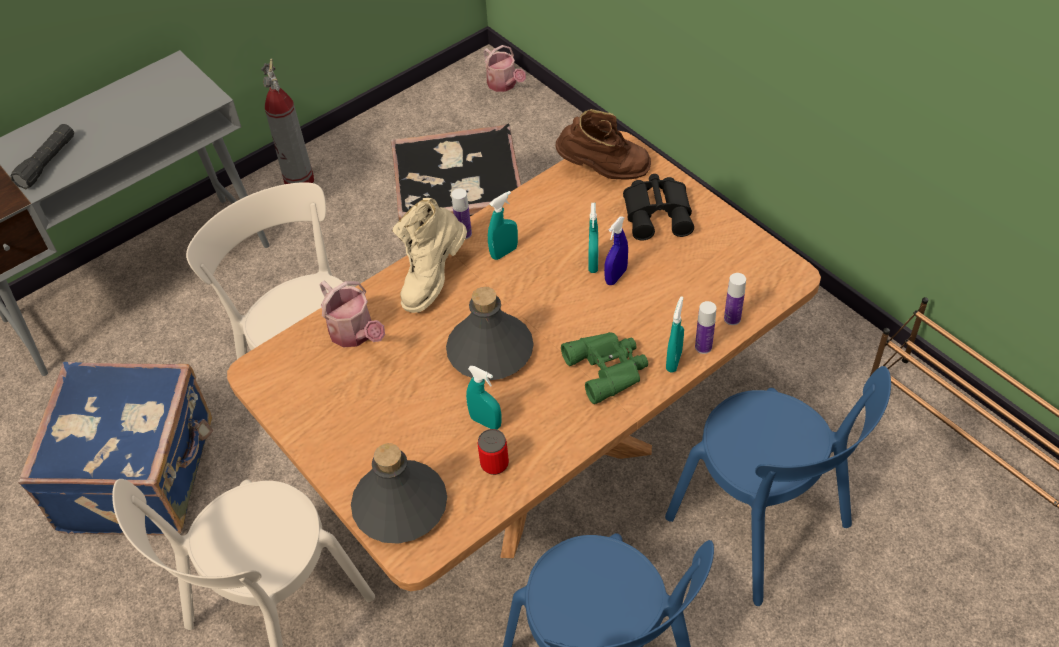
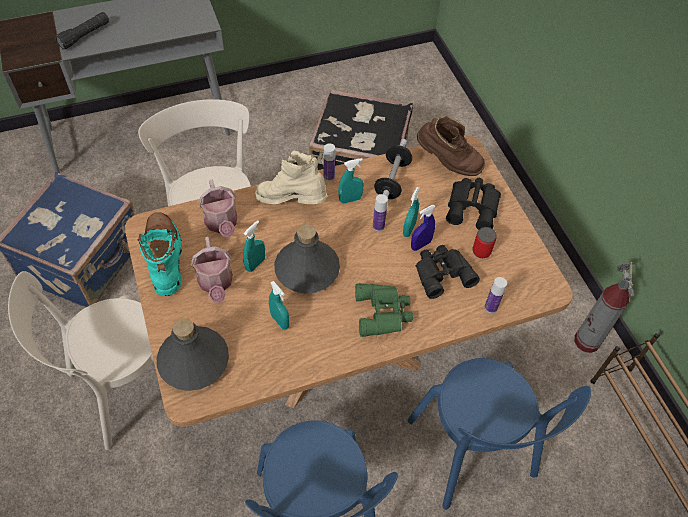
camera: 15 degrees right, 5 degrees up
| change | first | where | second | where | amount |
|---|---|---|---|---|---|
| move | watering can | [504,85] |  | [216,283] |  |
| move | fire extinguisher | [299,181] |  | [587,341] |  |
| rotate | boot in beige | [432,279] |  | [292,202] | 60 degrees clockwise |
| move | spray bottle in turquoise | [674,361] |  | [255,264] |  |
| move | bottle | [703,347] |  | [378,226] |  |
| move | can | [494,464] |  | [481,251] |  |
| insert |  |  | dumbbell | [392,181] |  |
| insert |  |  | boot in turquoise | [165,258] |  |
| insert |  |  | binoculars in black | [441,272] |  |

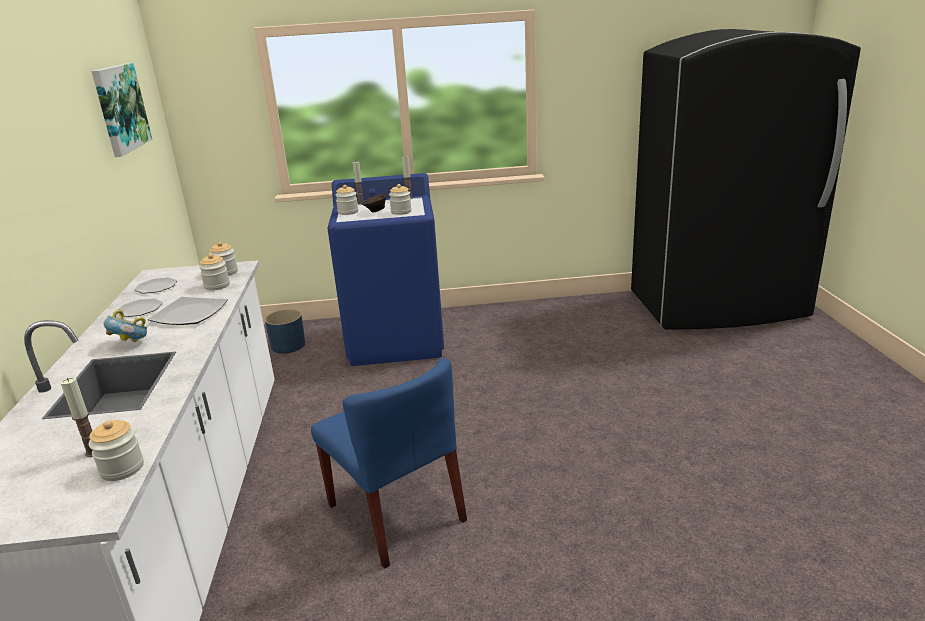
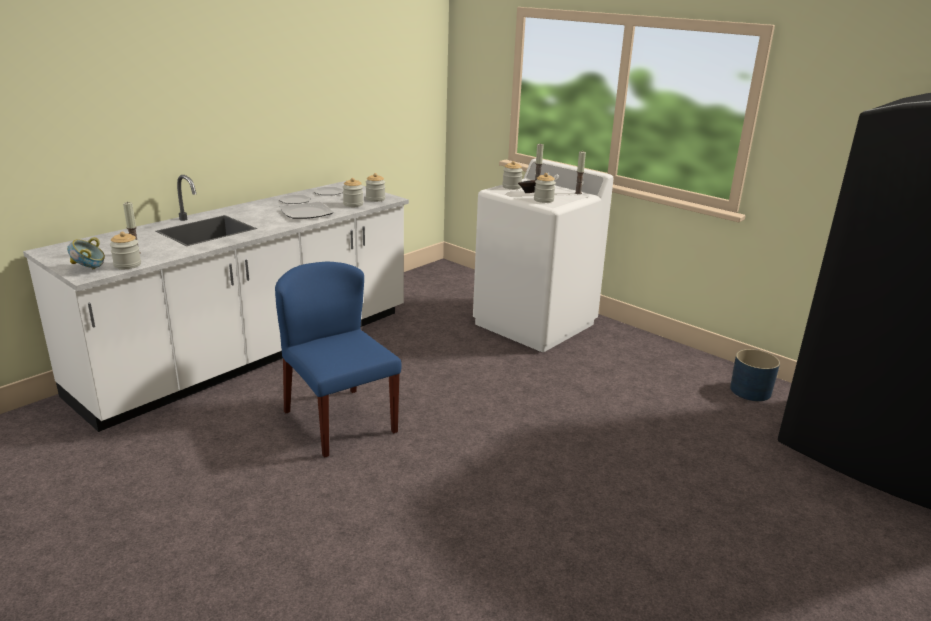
camera: 45 degrees right, 0 degrees up
| change | first | where | second | where | amount |
|---|---|---|---|---|---|
| delete | picture | [120,108] |  |  |  |
| recolor | washing machine in blue | [396,340] | washing machine in white | [535,324] |  |
| move | bowl | [131,343] |  | [89,269] |  |
| move | planter in blue | [288,345] |  | [750,391] |  |
| rotate | chair in blue | [396,513] |  | [339,421] | 135 degrees clockwise |

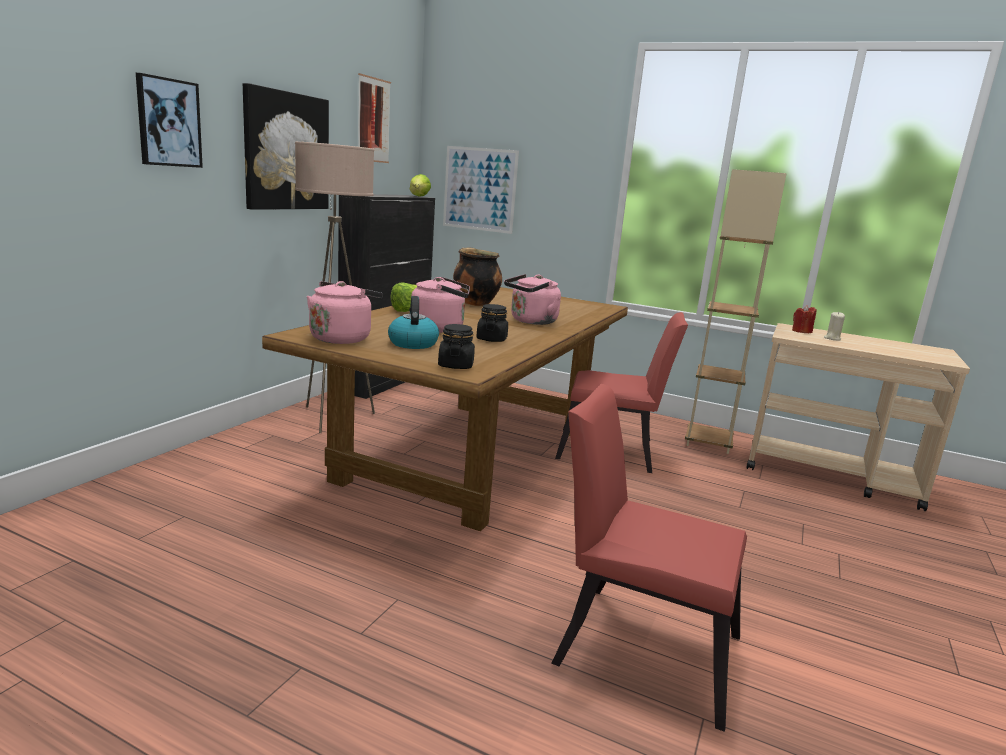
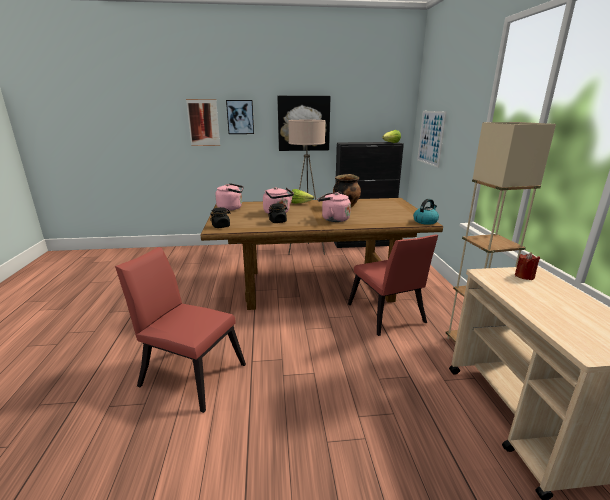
camera: 60 degrees right, 5 degrees up
| change | first | where | second | where | amount |
|---|---|---|---|---|---|
| move | picture | [373,120] |  | [203,123] |  |
| move | kettle | [412,343] |  | [425,221] |  |
| delete | candle in beige | [832,338] |  |  |  |
| rotate | chair in red | [637,644] |  | [189,372] | 60 degrees counterclockwise |

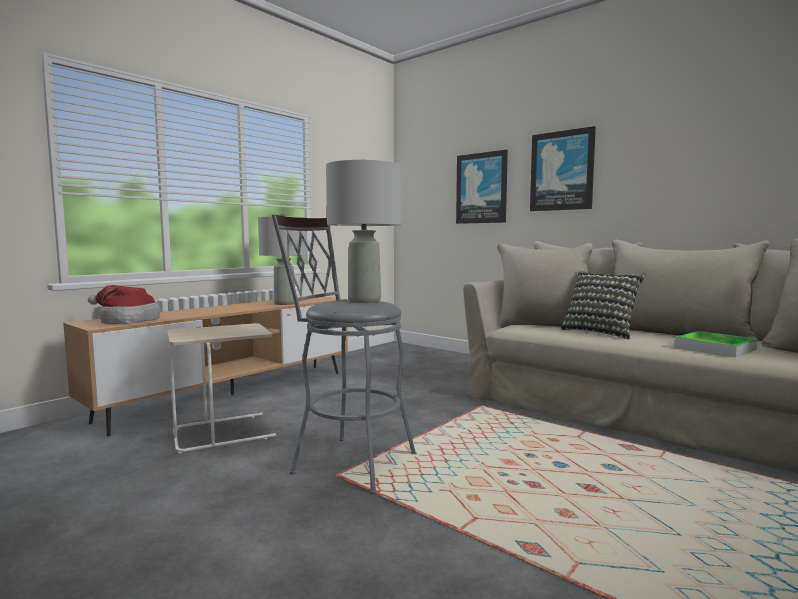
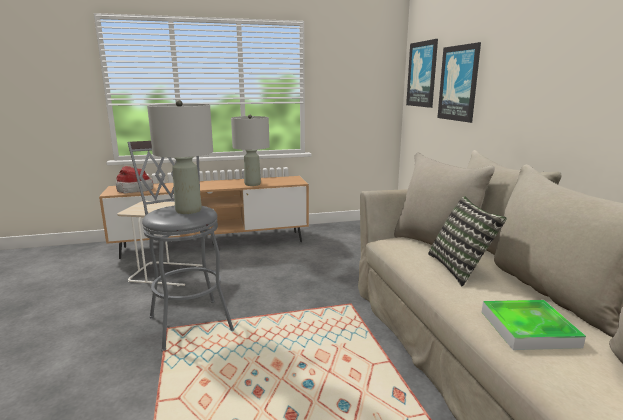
camera: 35 degrees right, 10 degrees up
| change | first | where | second | where | amount |
|---|---|---|---|---|---|
| move | picture | [562,171] |  | [422,74] |  |

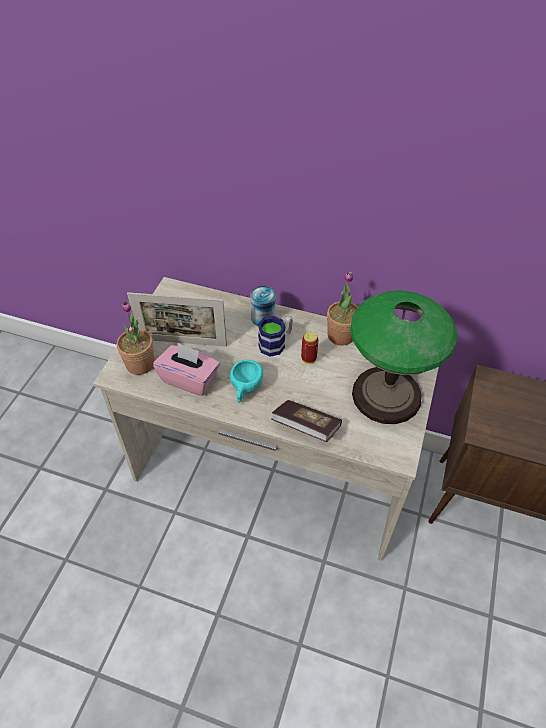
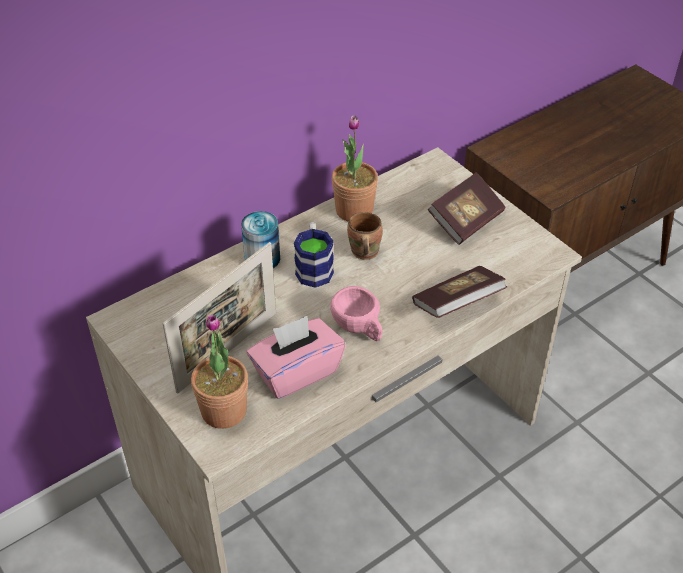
camera: 55 degrees left, 5 degrees down
| change | first | where | second | where | amount |
|---|---|---|---|---|---|
| replace | table lamp | [386,394] | book | [466,221] |  |
| replace | can | [308,359] | mug in brown | [363,253] |  |
| recolor | cup in turquoise | [245,389] | cup in pink | [359,328] |  |

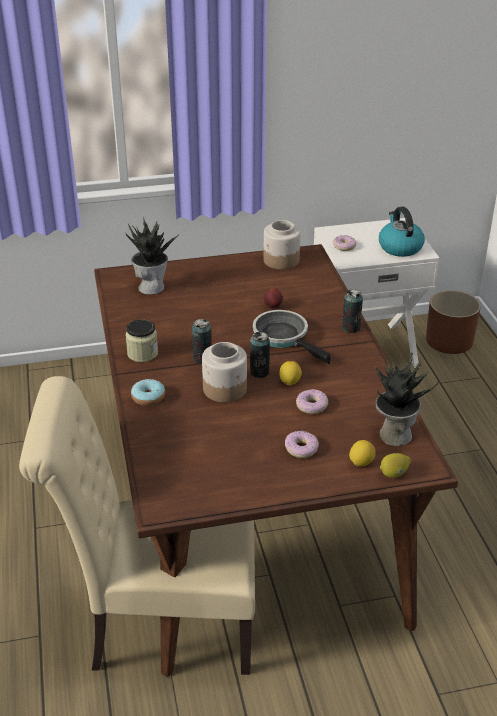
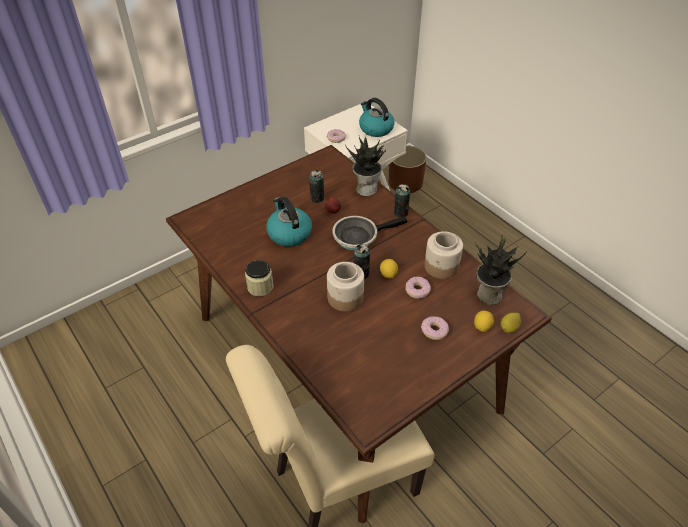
camera: 25 degrees left, 10 degrees up
| change | first | where | second | where | amount |
|---|---|---|---|---|---|
| move | potted plant | [152,287] |  | [366,188] |  |
| move | jar | [281,261] |  | [441,267] |  |
| rotate | frying pan | [284,337] |  | [358,236] | 45 degrees counterclockwise |
| move | can | [202,359] |  | [317,198] |  |
| delete | donut | [148,397] |  |  |  |
| insert |  |  | kettle | [289,233] |  |

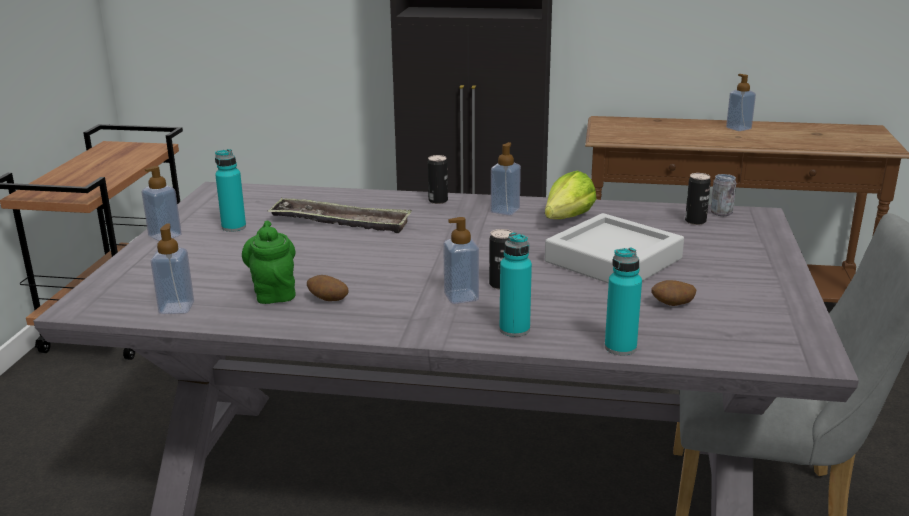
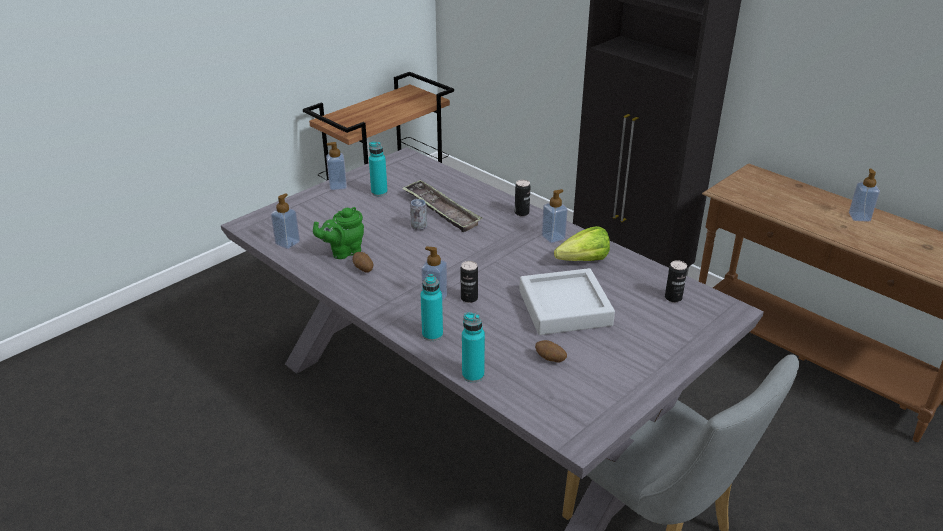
camera: 35 degrees right, 10 degrees up
| change | first | where | second | where | amount |
|---|---|---|---|---|---|
| move | can | [721,213] |  | [419,227] |  |
| rotate | teapot in green | [273,292] |  | [343,252] | 135 degrees counterclockwise |

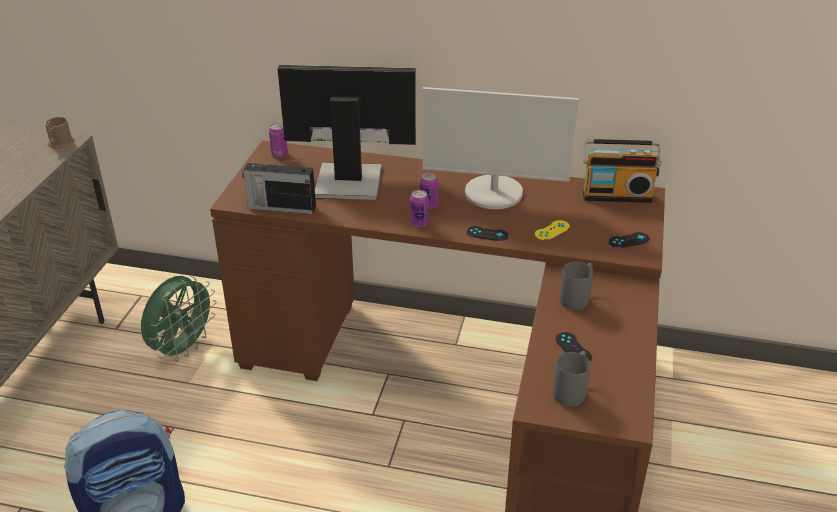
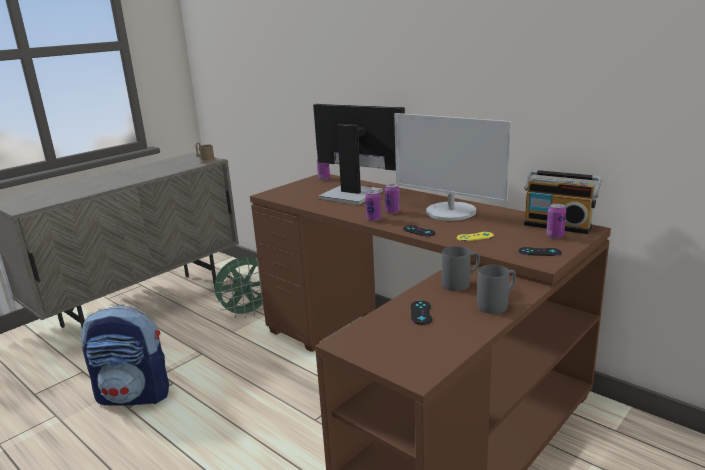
camera: 30 degrees right, 15 degrees down
| change | first | where | second | where | amount |
|---|---|---|---|---|---|
| delete | radio | [280,207] |  |  |  |
| move | mug in grey | [572,390] |  | [497,304] |  |
| insert |  |  | can | [555,236] |  |

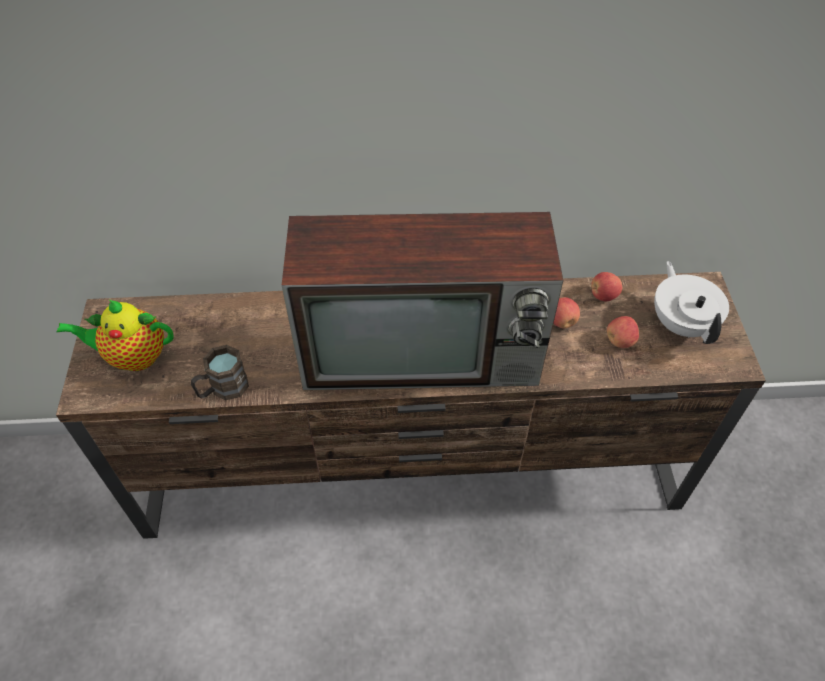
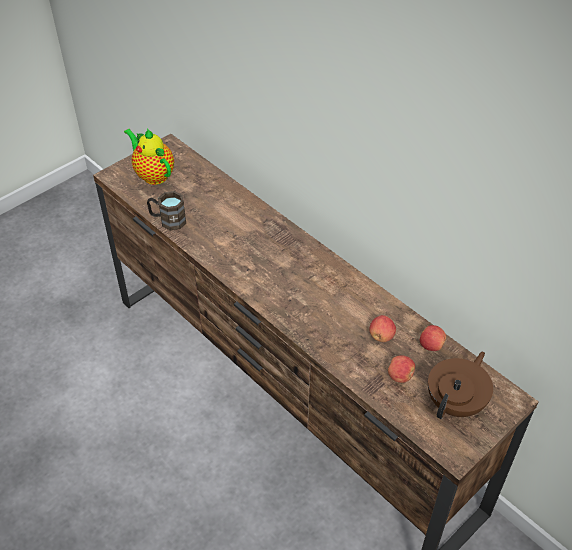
camera: 50 degrees right, 5 degrees down
| change | first | where | second | where | amount |
|---|---|---|---|---|---|
| delete | television | [424,353] |  |  |  |
| recolor | teapot in white | [681,323] | teapot in brown | [456,402] |  |

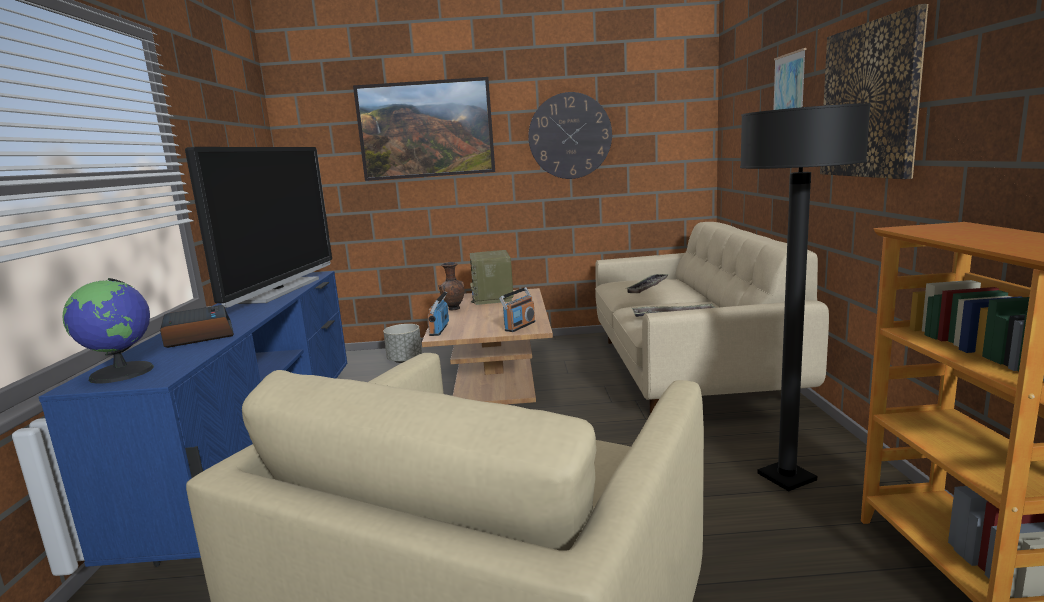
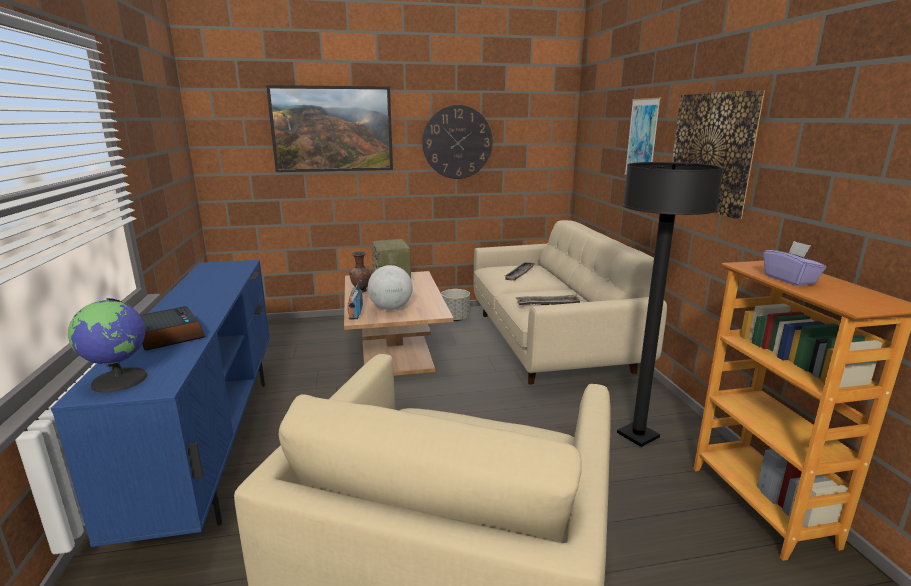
camera: 10 degrees left, 5 degrees up
| change | first | where | second | where | amount |
|---|---|---|---|---|---|
| delete | television | [279,290] |  |  |  |
| delete | radio | [519,326] |  |  |  |
| move | planter in grey | [405,360] |  | [455,318] |  |
| insert |  |  | tissue box in purple | [790,280] |  |
| insert |  |  | globe | [391,308] |  |

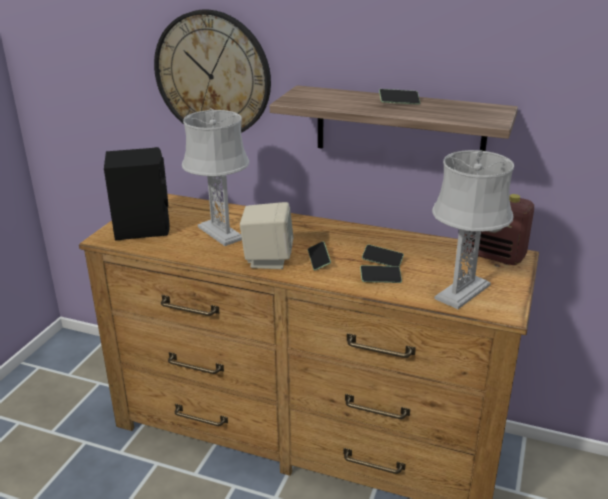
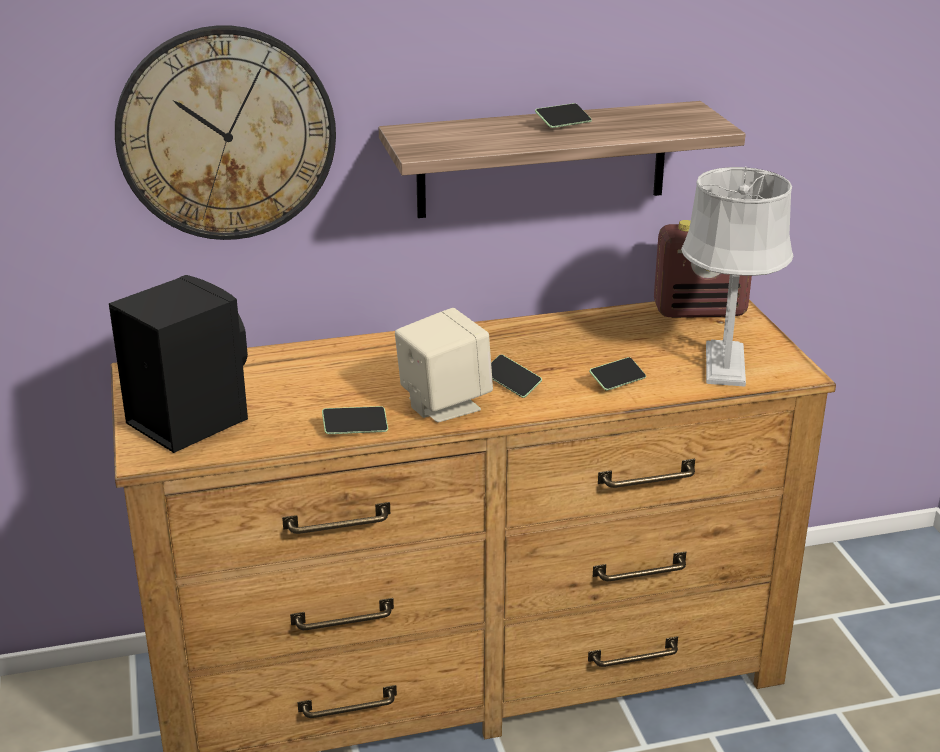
camera: 35 degrees left, 0 degrees up
| change | first | where | second | where | amount |
|---|---|---|---|---|---|
| delete | table lamp in grey | [221,233] |  |  |  |
| move | phone | [382,261] |  | [355,428] |  |

